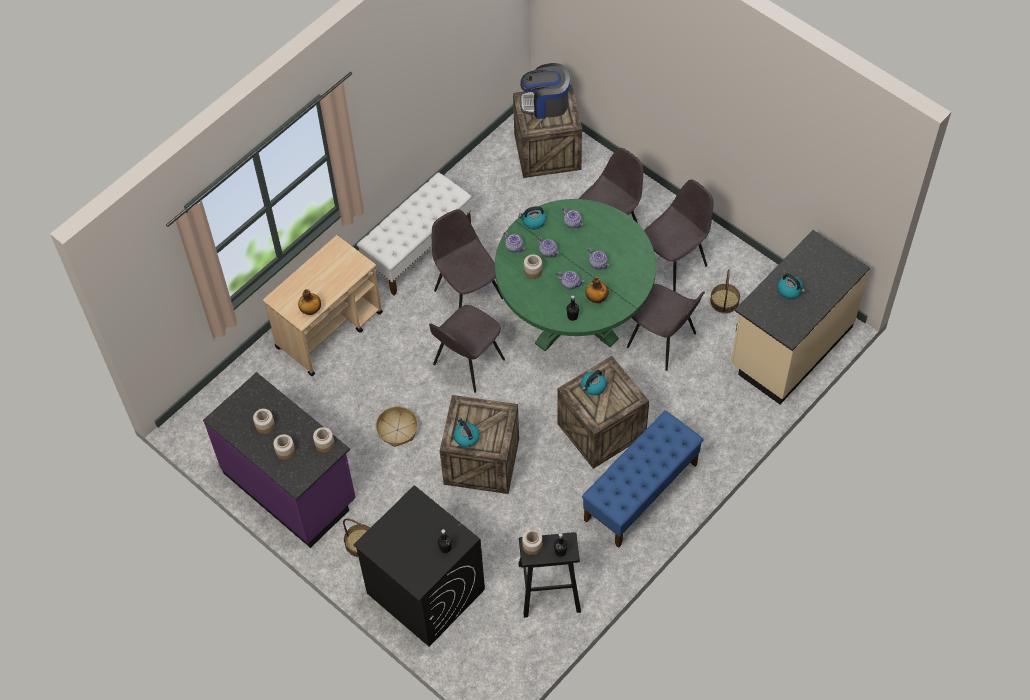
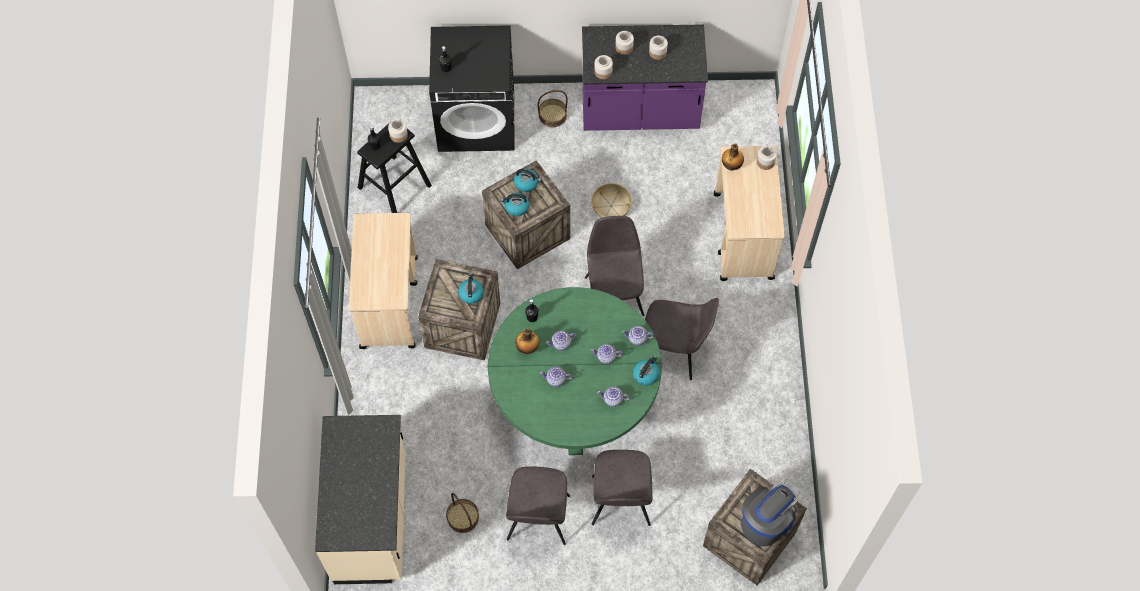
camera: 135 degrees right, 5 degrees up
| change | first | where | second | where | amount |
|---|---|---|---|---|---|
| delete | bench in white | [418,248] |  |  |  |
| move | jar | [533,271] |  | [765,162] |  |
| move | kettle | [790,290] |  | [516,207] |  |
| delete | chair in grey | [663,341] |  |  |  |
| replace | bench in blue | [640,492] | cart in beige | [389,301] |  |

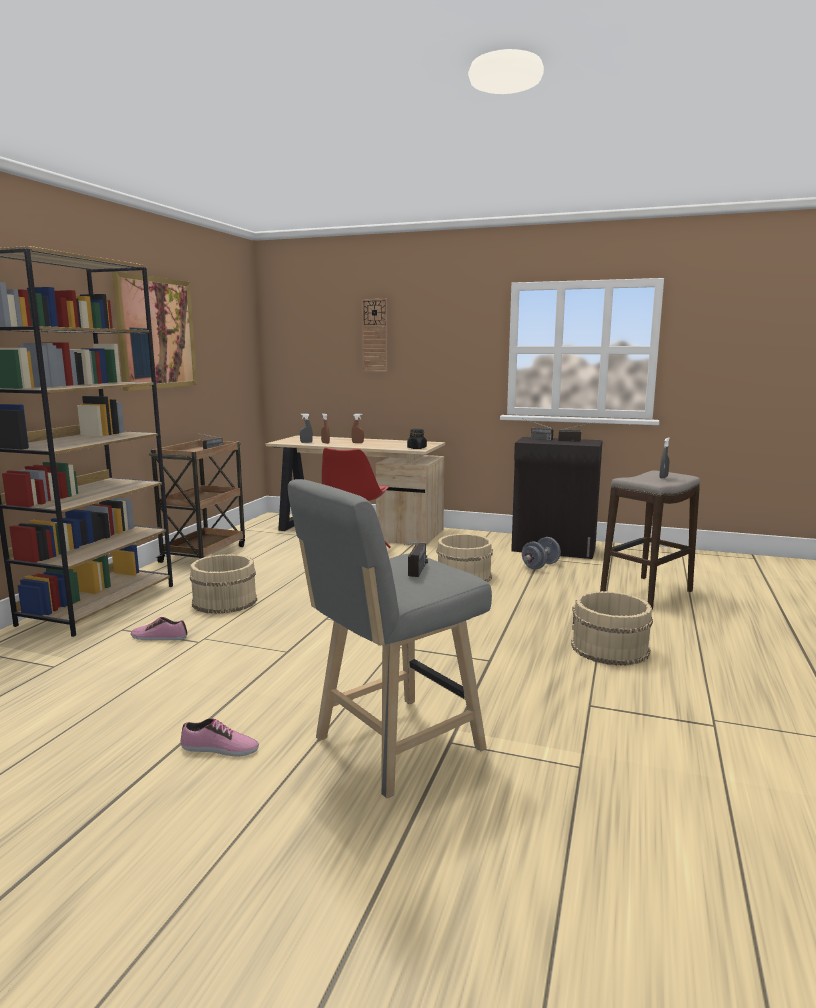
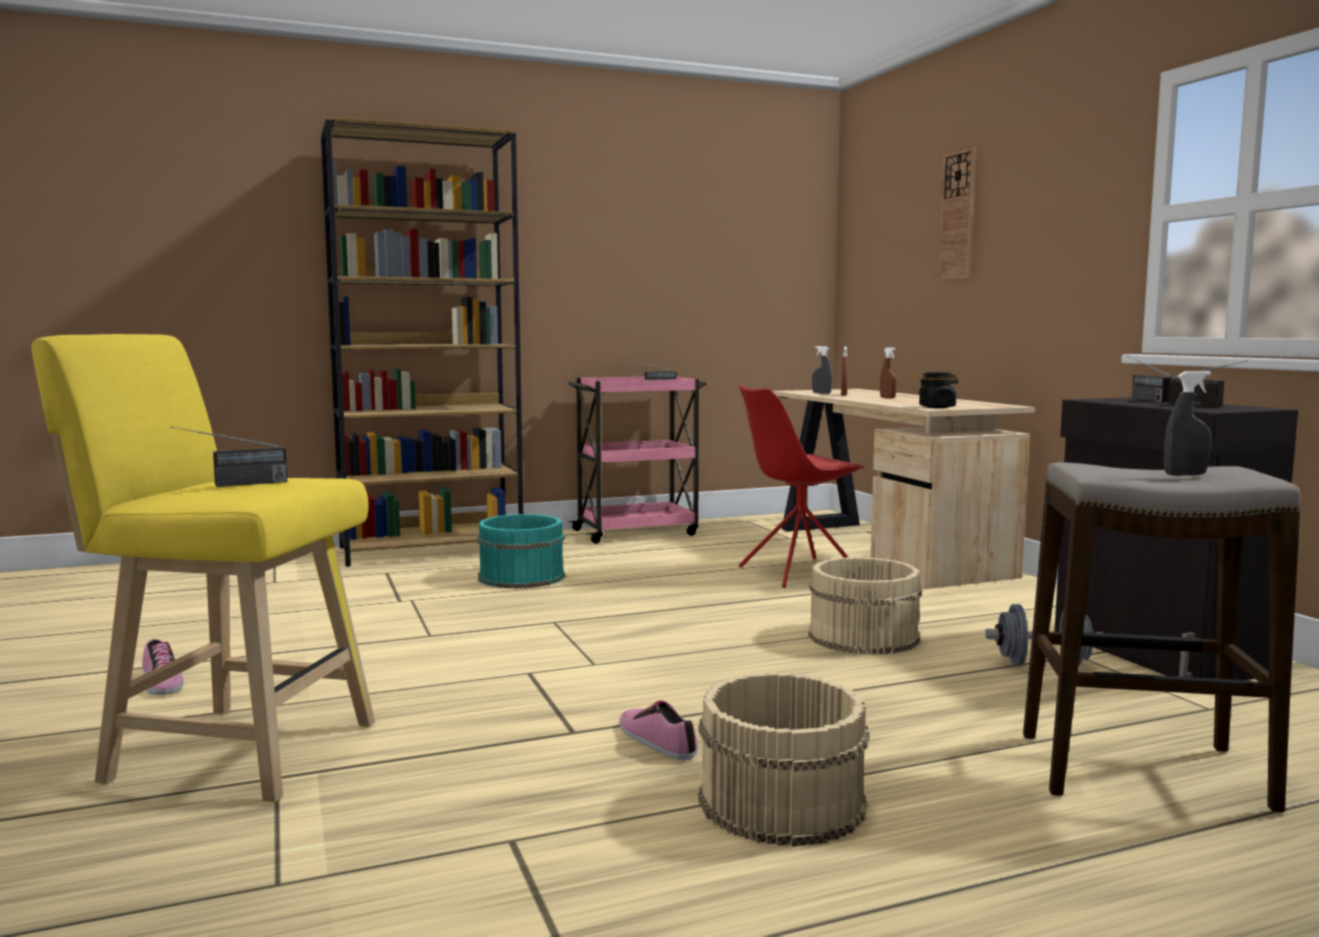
camera: 50 degrees right, 5 degrees down
| change | first | where | second | where | amount |
|---|---|---|---|---|---|
| delete | picture | [156,333] |  |  |  |
| recolor | cart in brown | [204,553] | cart in pink | [637,532] |  |
| recolor | stool in grey | [391,747] | stool in yellow | [231,750] |  |
| recolor | bucket in beige | [224,601] | bucket in turquoise | [520,577] |  |
| move | shoe | [159,637] |  | [657,740] |  |

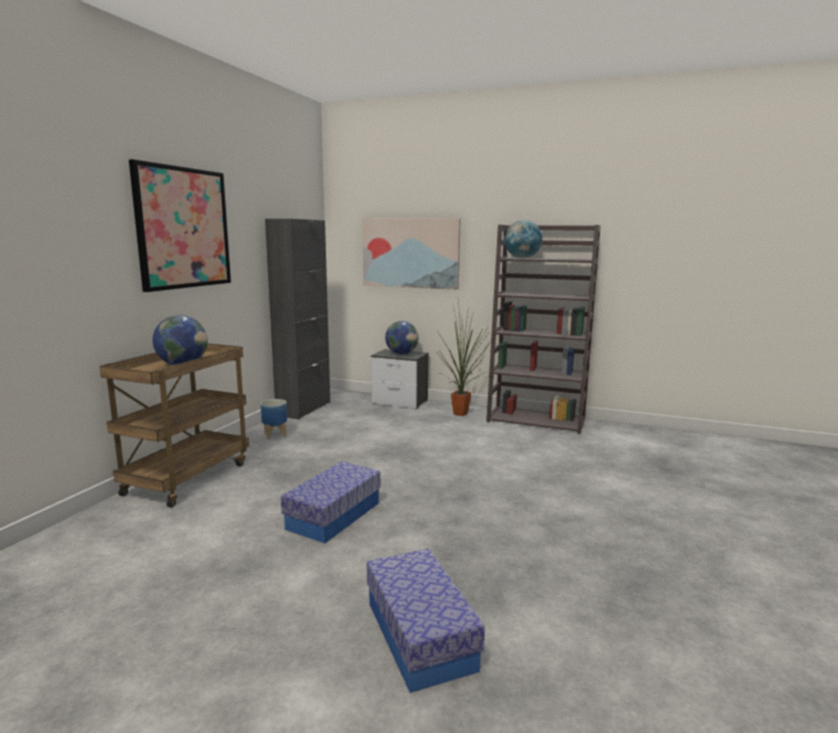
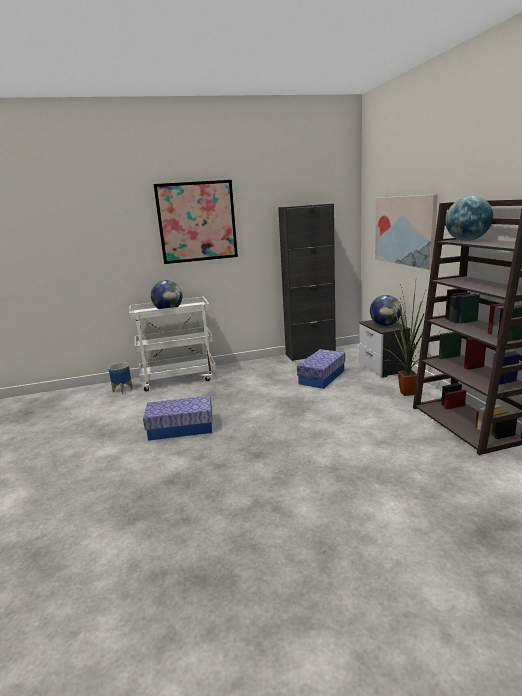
camera: 55 degrees right, 5 degrees up
| change | first | where | second | where | amount |
|---|---|---|---|---|---|
| recolor | cart in brown | [188,477] | cart in white | [179,378] |  |
| move | planter | [274,435] |  | [122,390] |  |
| move | storage box | [419,635] |  | [322,377] |  |

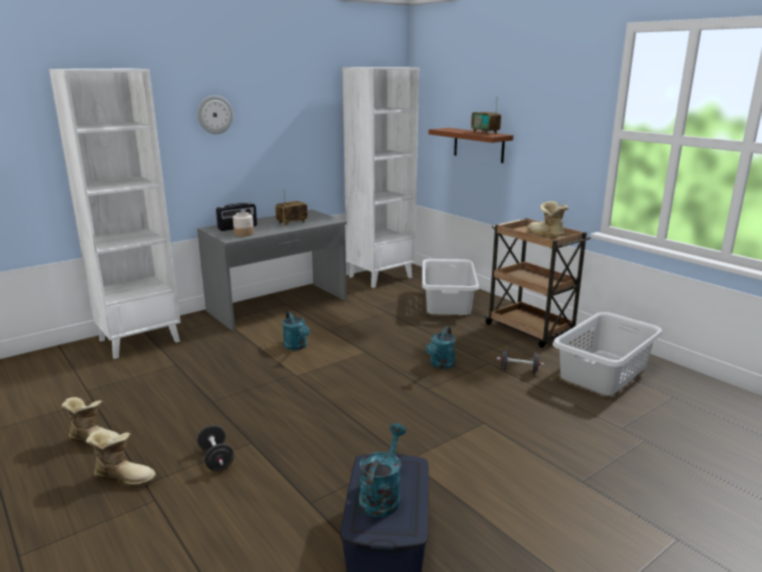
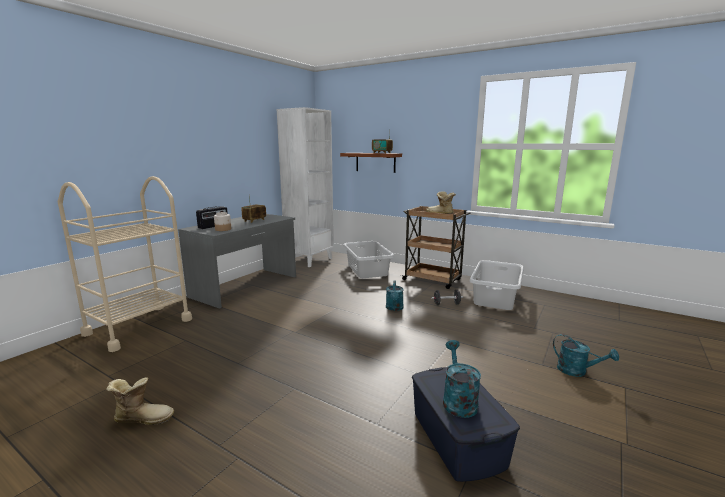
camera: 20 degrees left, 5 degrees down
| change | first | where | second | where | amount |
|---|---|---|---|---|---|
| replace | bookcase in white | [140,340] | cart in beige | [139,327] |  |
| delete | wall clock | [215,114] |  |  |  |
| move | watering can in turquoise | [297,347] |  | [577,371] |  |
| delete | dumbbell in black | [216,459] |  |  |  |
| delete | boot | [124,477] |  |  |  |

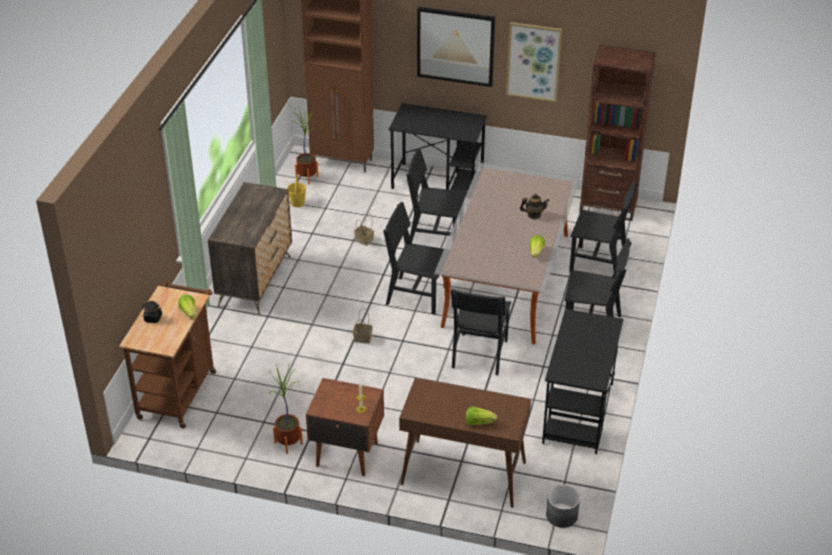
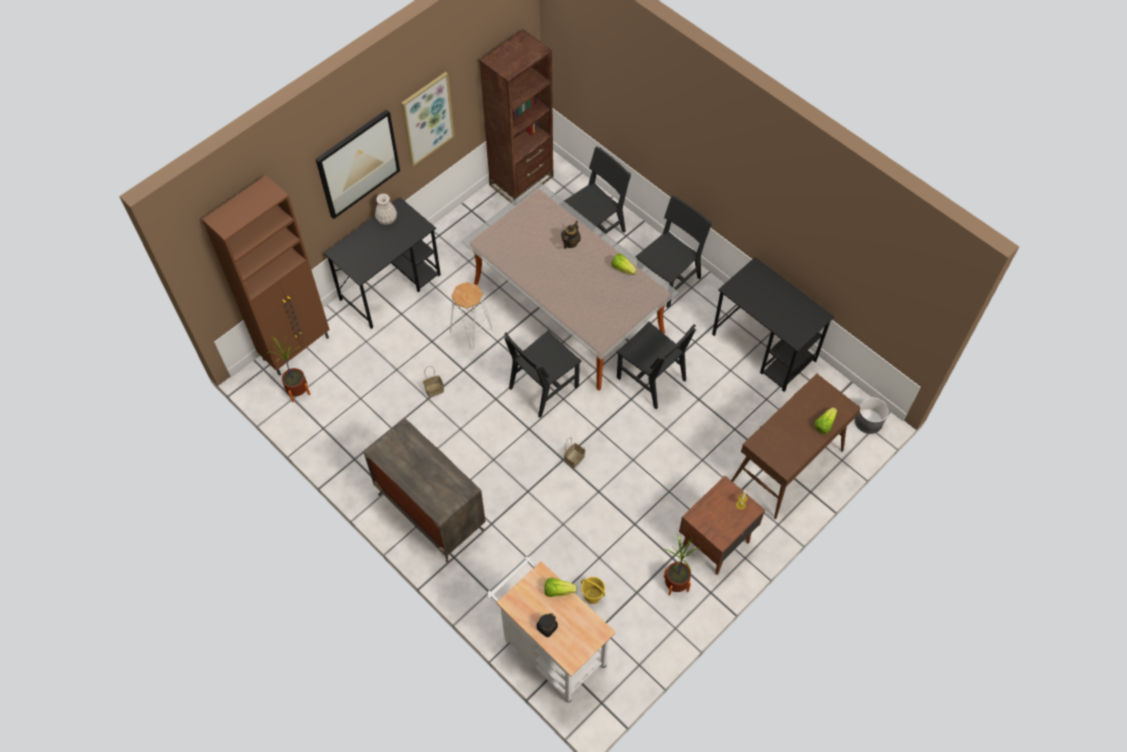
camera: 60 degrees left, 20 degrees up
| change | first | where | second | where | amount |
|---|---|---|---|---|---|
| replace | chair in black | [435,237] | stool in white | [471,330] |  |
| move | bucket in yellow | [297,203] |  | [592,595] |  |
| recolor | cart in brown | [178,391] | cart in white | [550,649] |  |
| insert |  |  | vase in white | [387,219] |  |

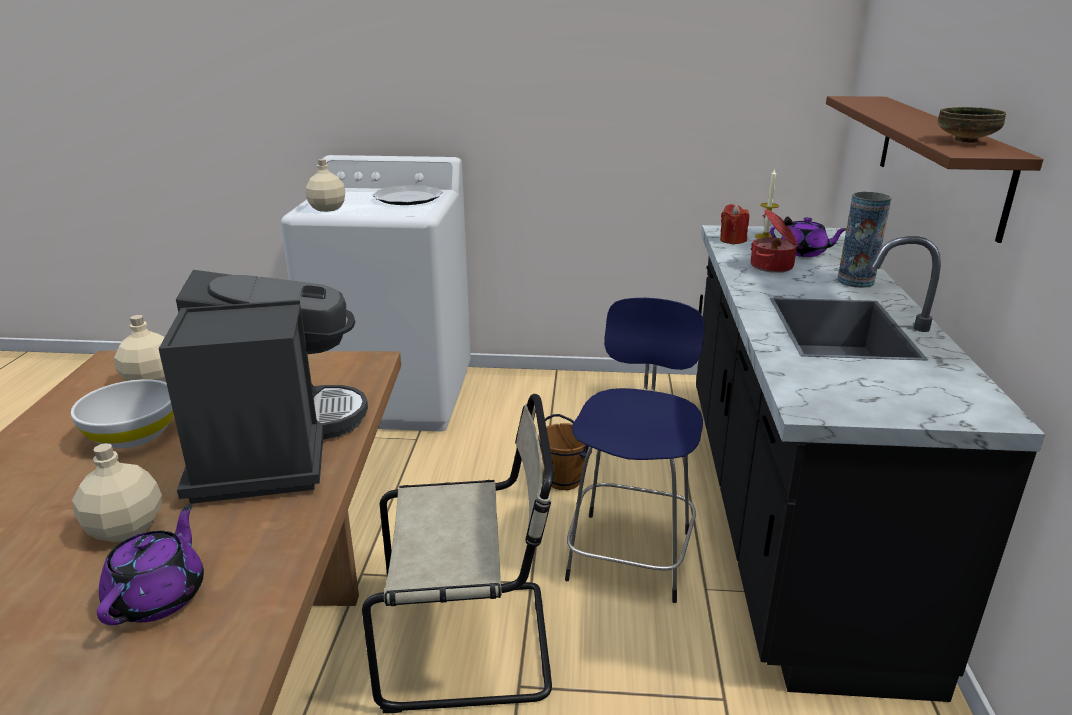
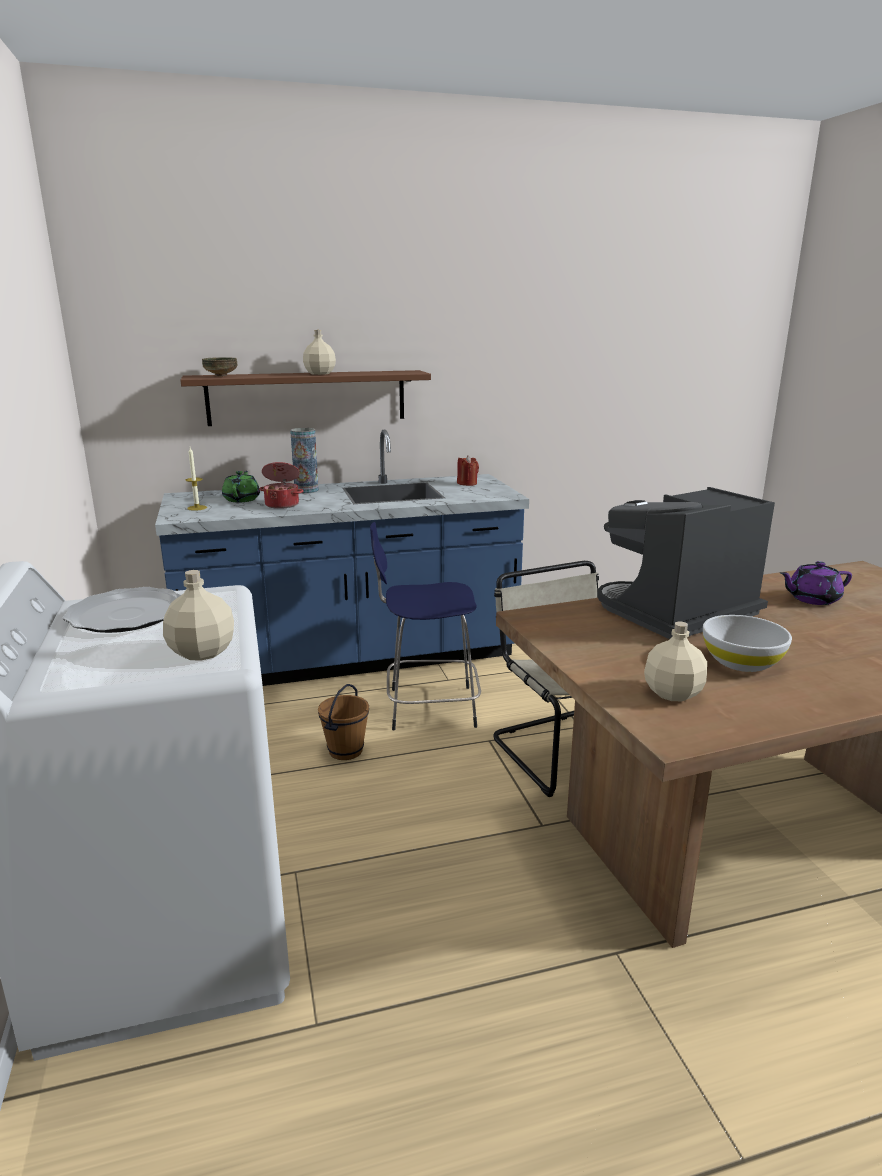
camera: 110 degrees left, 5 degrees down
| change | first | where | second | where | amount |
|---|---|---|---|---|---|
| move | bowl | [966,141] |  | [221,376] |  |
| move | candle in red | [732,240] |  | [467,483] |  |
| recolor | teapot in purple | [804,253] | teapot in green | [242,499] |  |
| recolor | counter in black | [784,515] | counter in blue | [351,660] |  |
| move | bottle in beige | [124,528] |  | [320,373] |  |

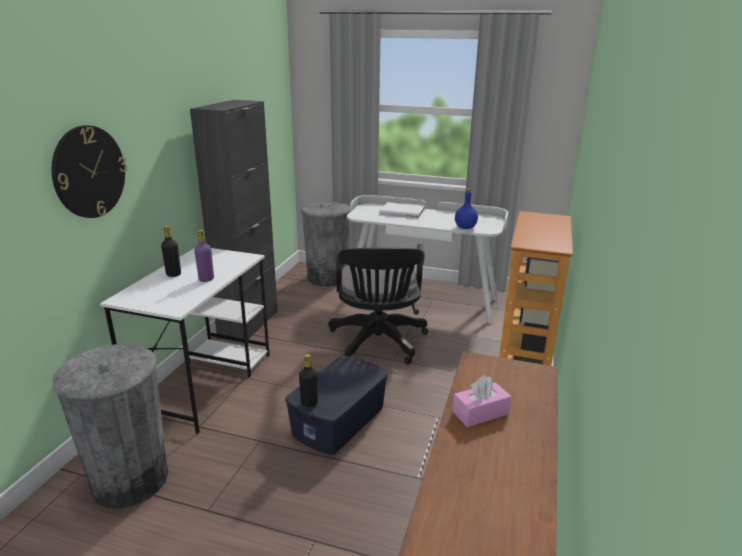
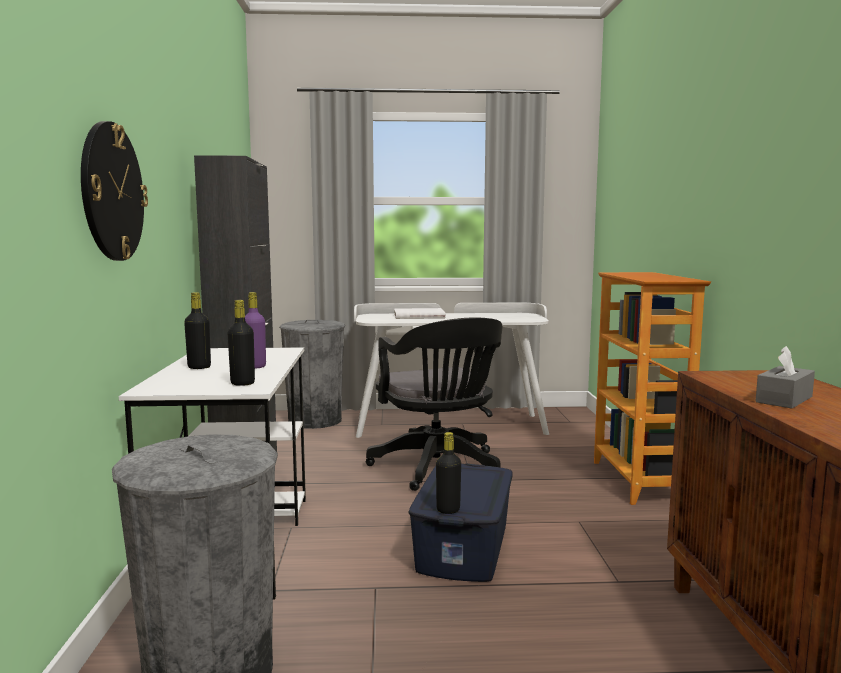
camera: 20 degrees left, 15 degrees down
| change | first | where | second | where | amount |
|---|---|---|---|---|---|
| delete | bottle in blue | [465,227] |  |  |  |
| recolor | tissue box in pink | [480,413] | tissue box in grey | [784,399] |  |
| insert |  |  | bottle in black | [242,383] |  |

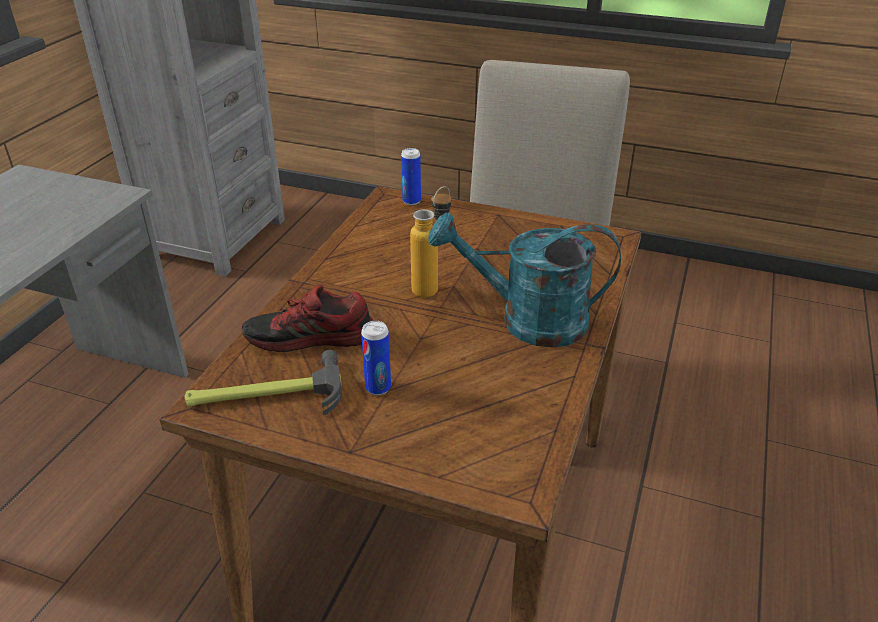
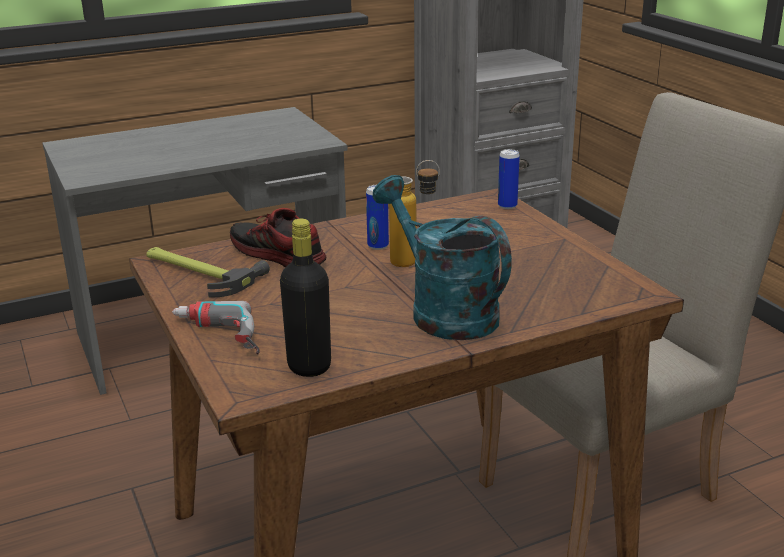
camera: 45 degrees right, 10 degrees down
| change | first | where | second | where | amount |
|---|---|---|---|---|---|
| move | can | [378,387] |  | [378,246] |  |
| insert |  |  | bottle in black | [309,366] |  |
| insert |  |  | power drill | [215,338] |  |

